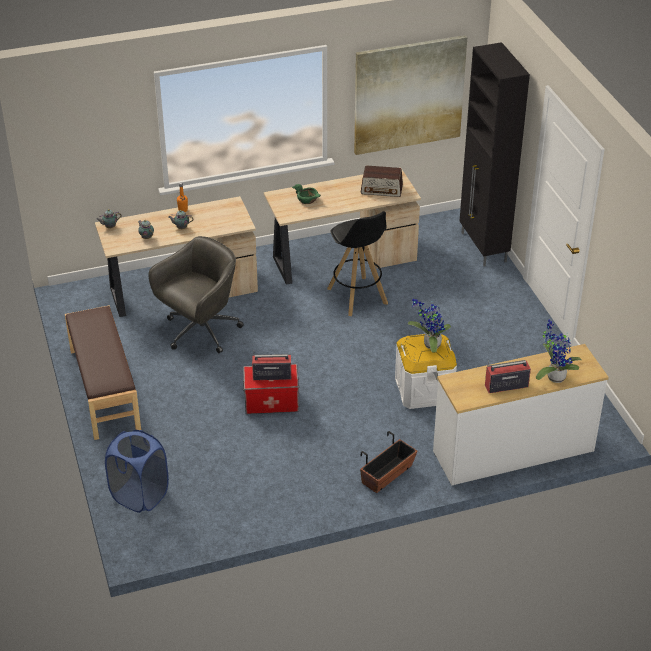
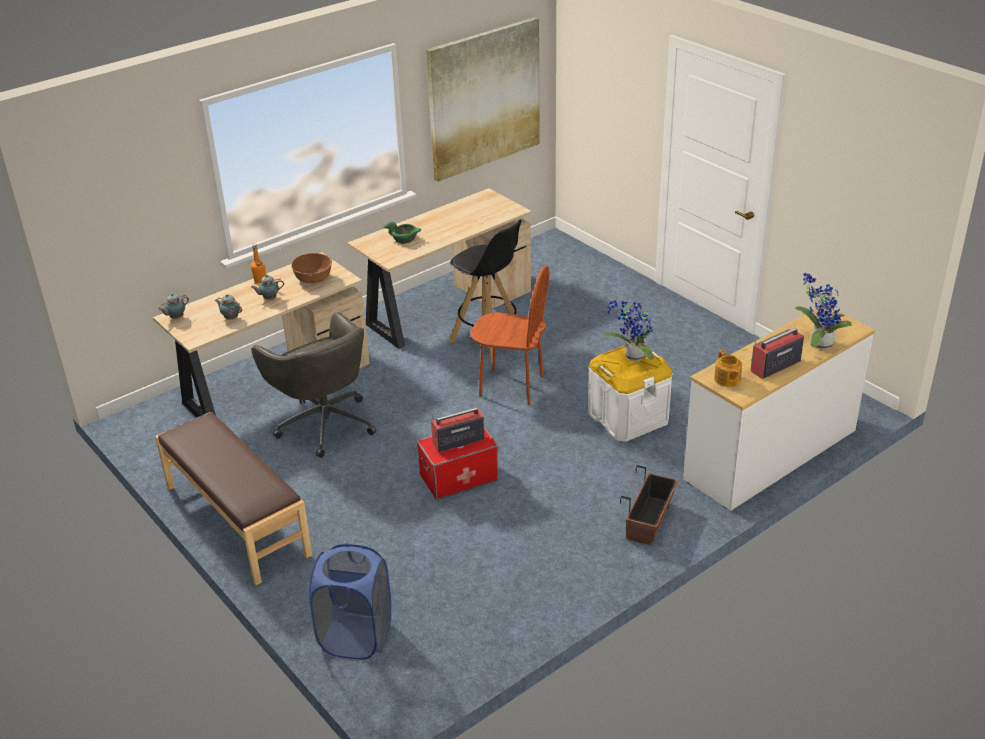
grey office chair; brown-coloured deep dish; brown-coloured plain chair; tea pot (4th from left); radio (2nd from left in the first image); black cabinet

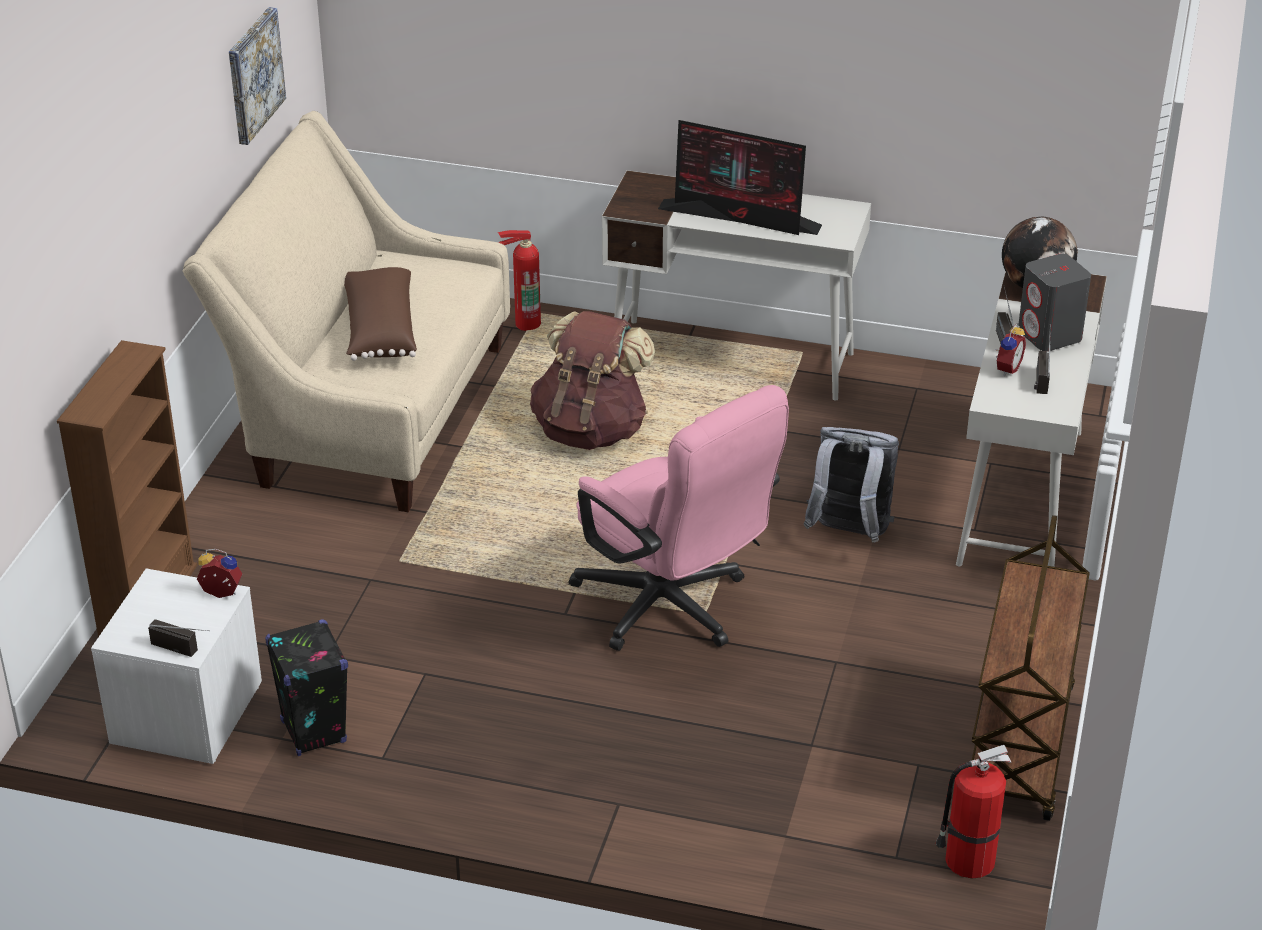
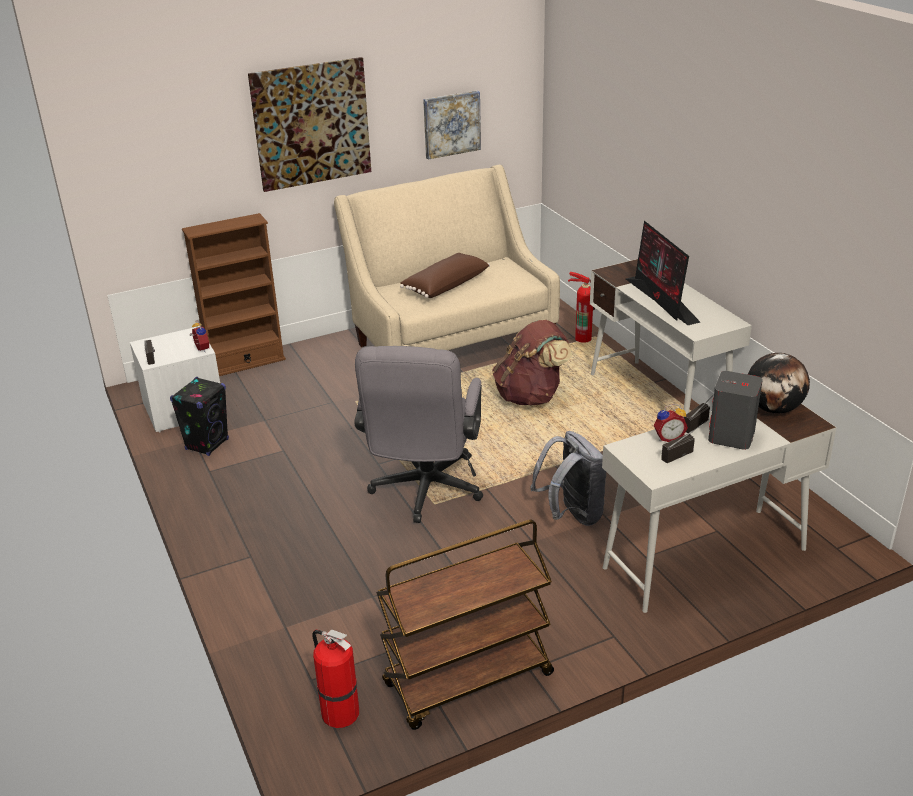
wall picture (1st from left); grey office chair

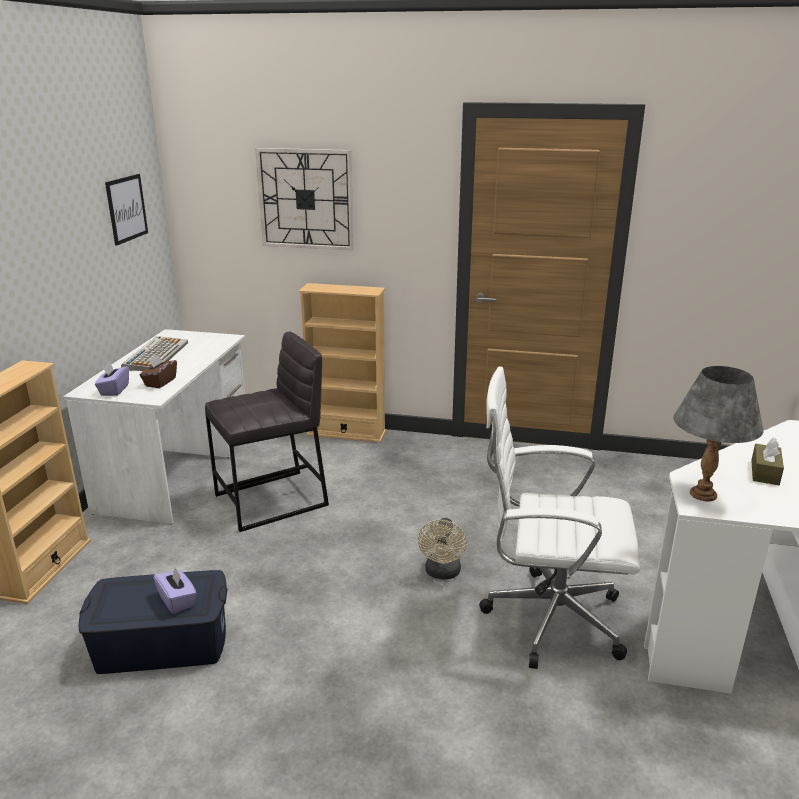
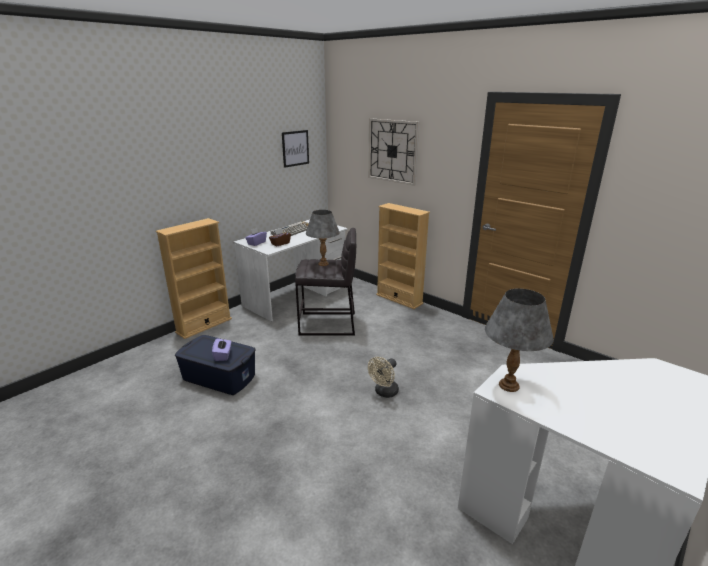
grey tabletop lamp (1st from left); white office chair; brown-coloured box of tissues (2nd from left in the first image)

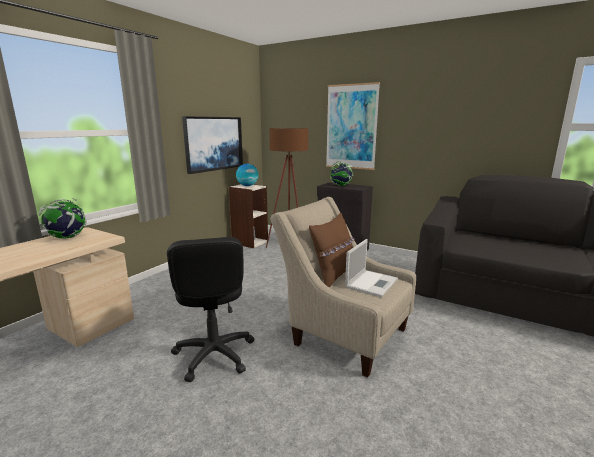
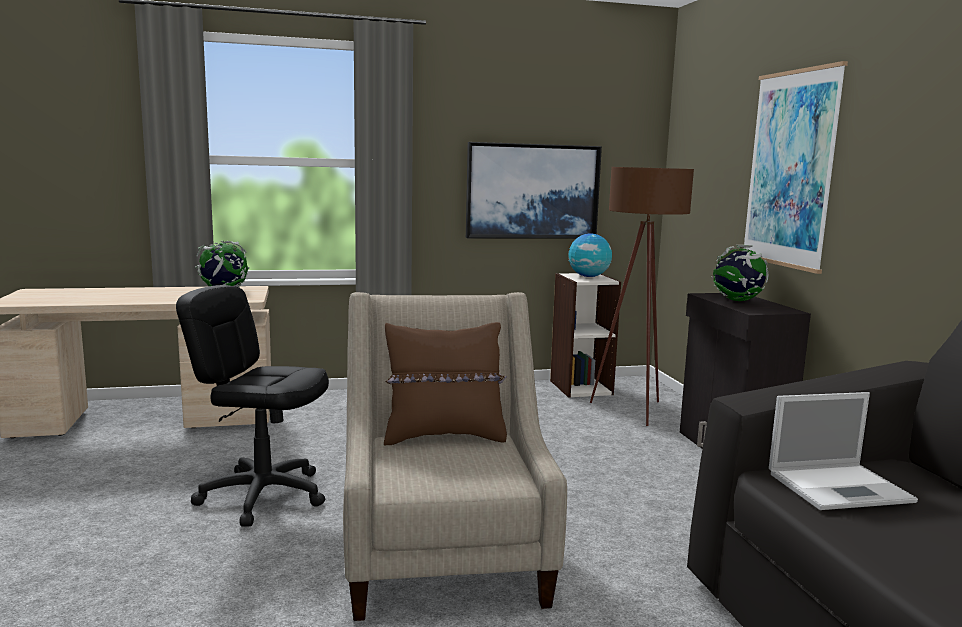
black office chair; laptop

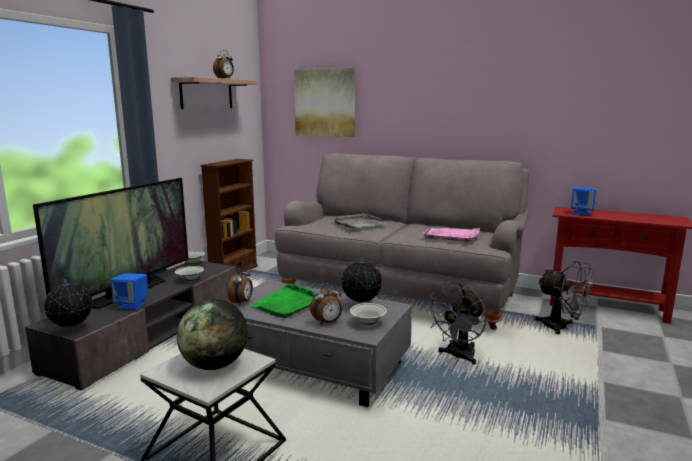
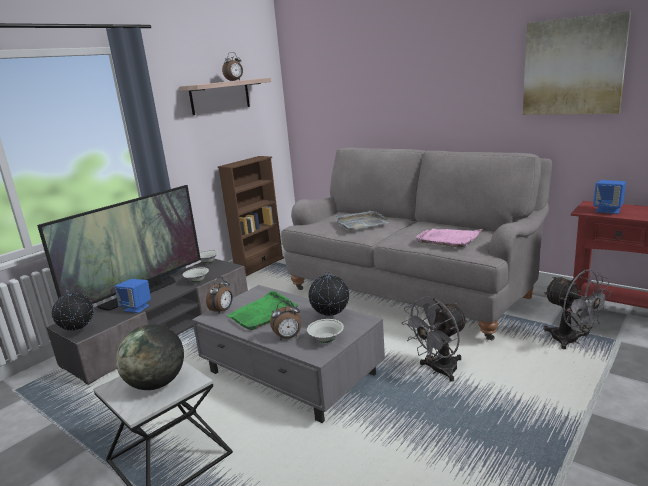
wall picture

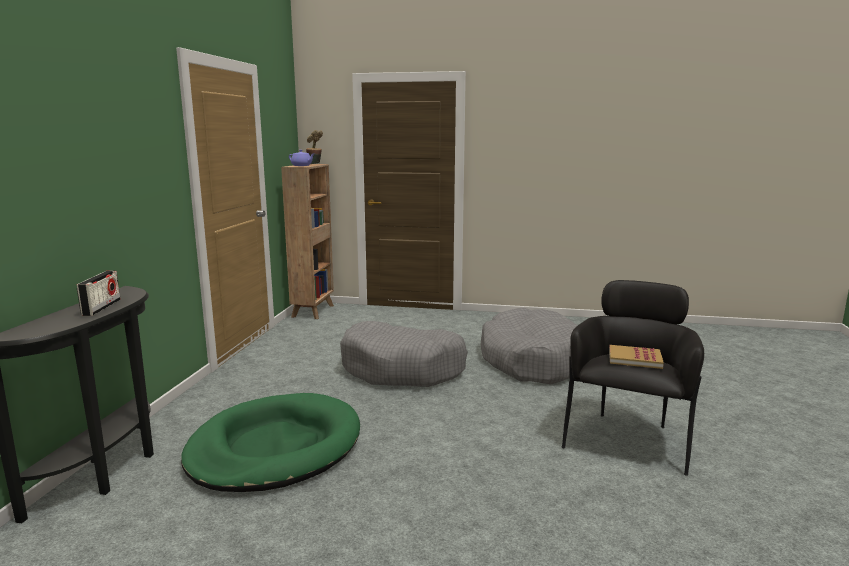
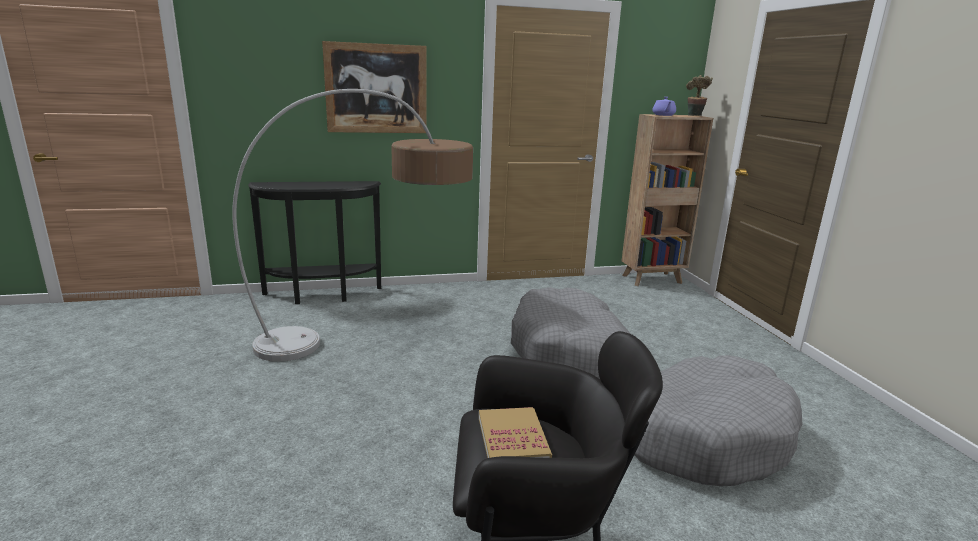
standard lamp; wall picture; radio

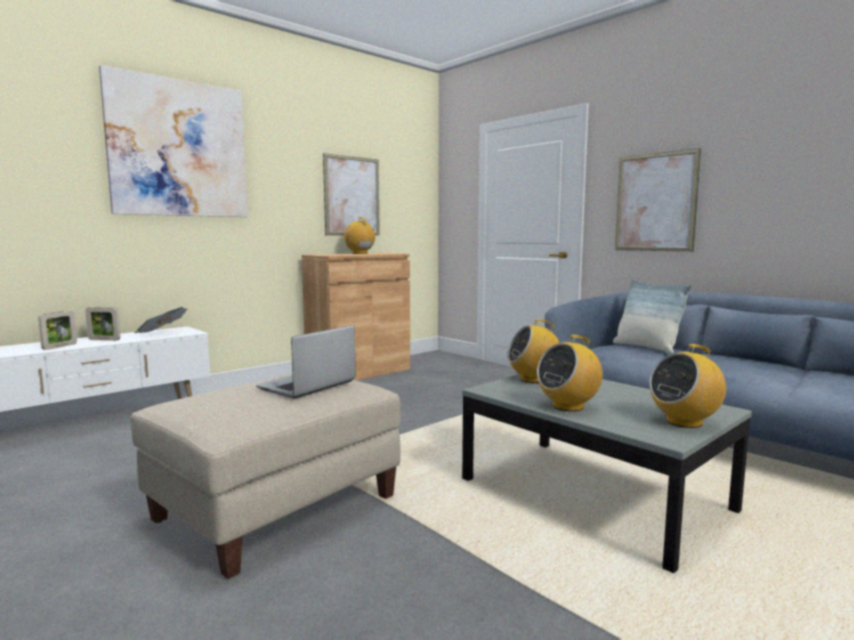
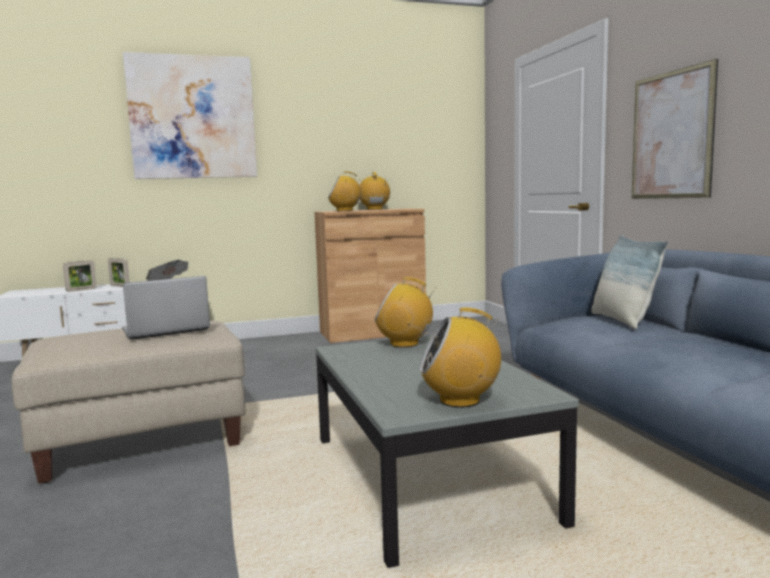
radio (1st from left); wall picture (2nd from left in the first image)

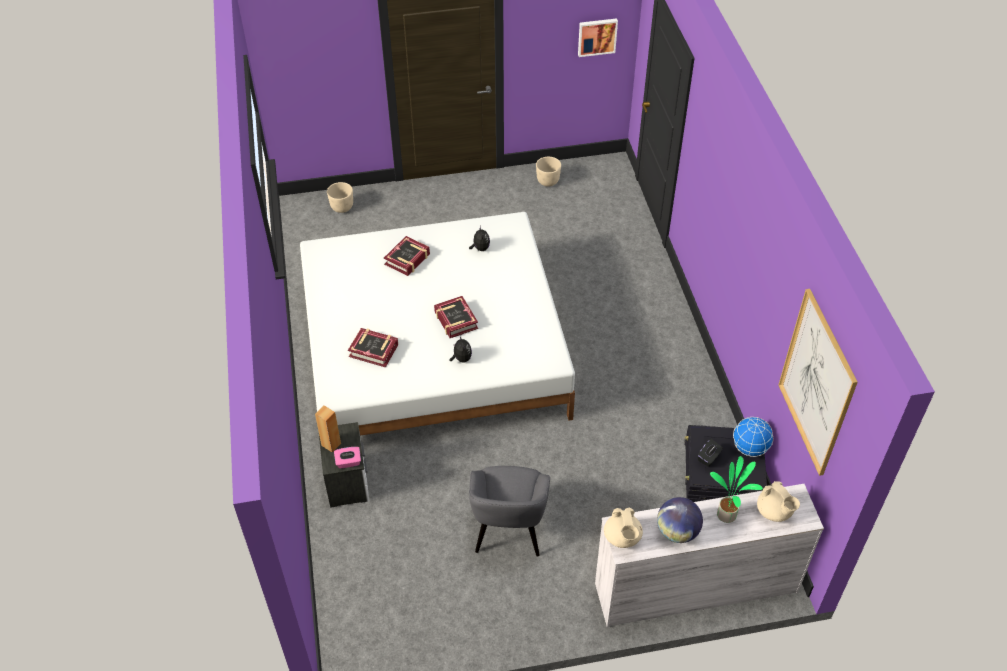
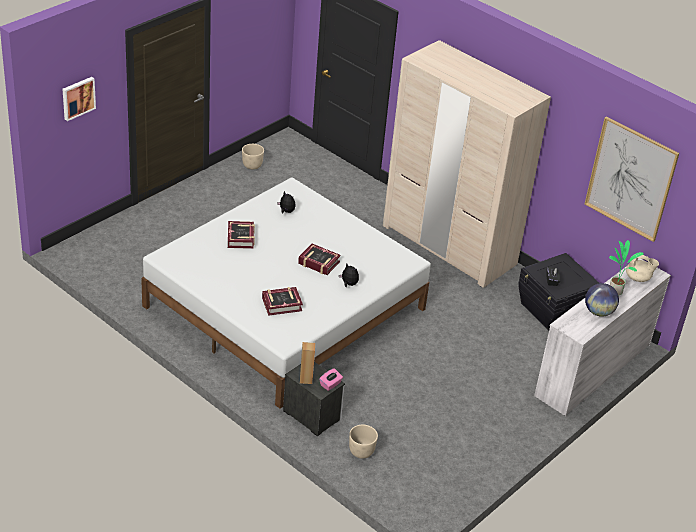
wall picture (1st from left); beige-coloured plant pot (2nd from left); beige-coloured armoire; grey lounge chair; beige-coloured tea pot (1st from left in the first image); globe (2nd from left in the first image)

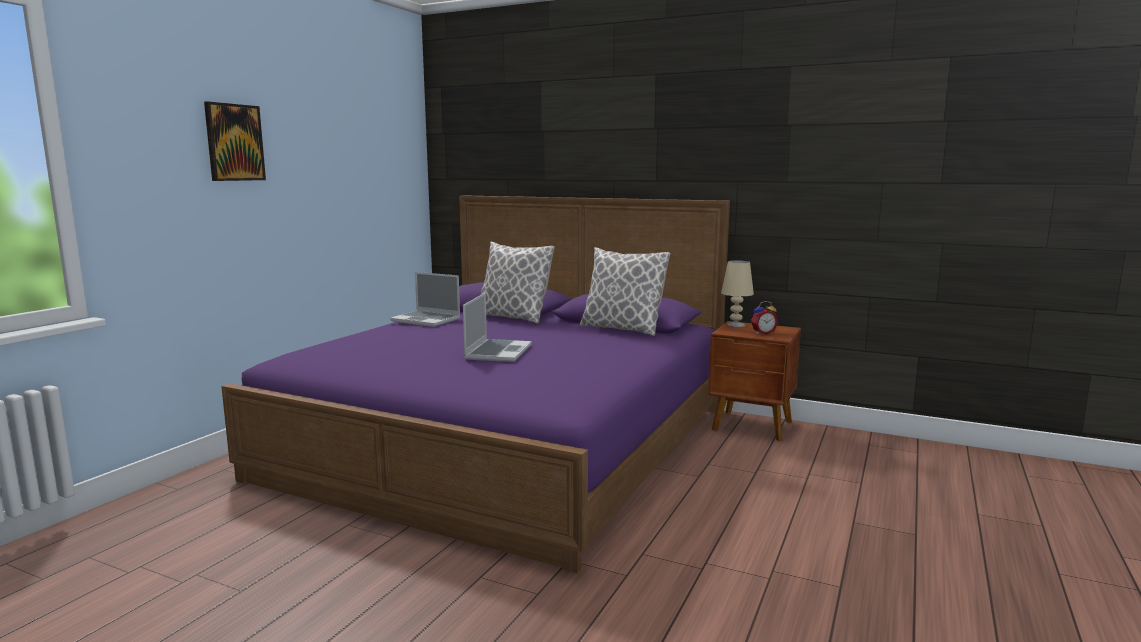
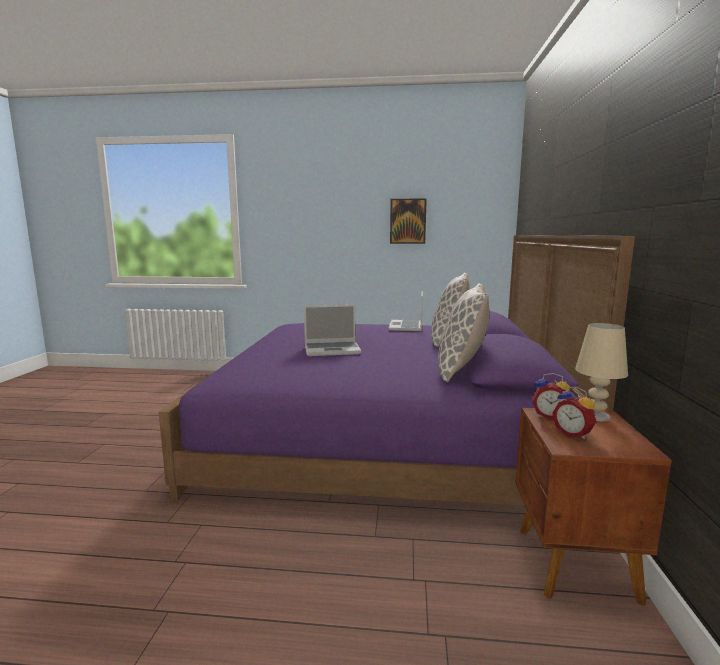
wall picture; table clock (1st from left)

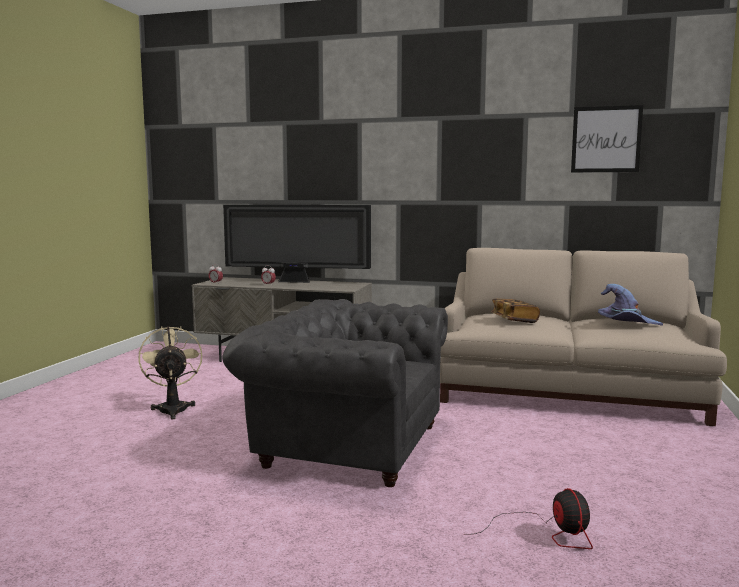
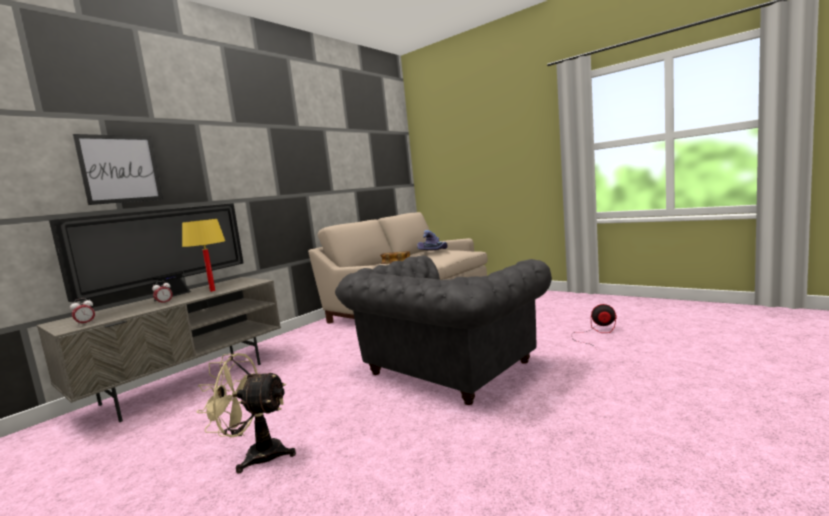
wall picture; yellowish tabletop lamp

